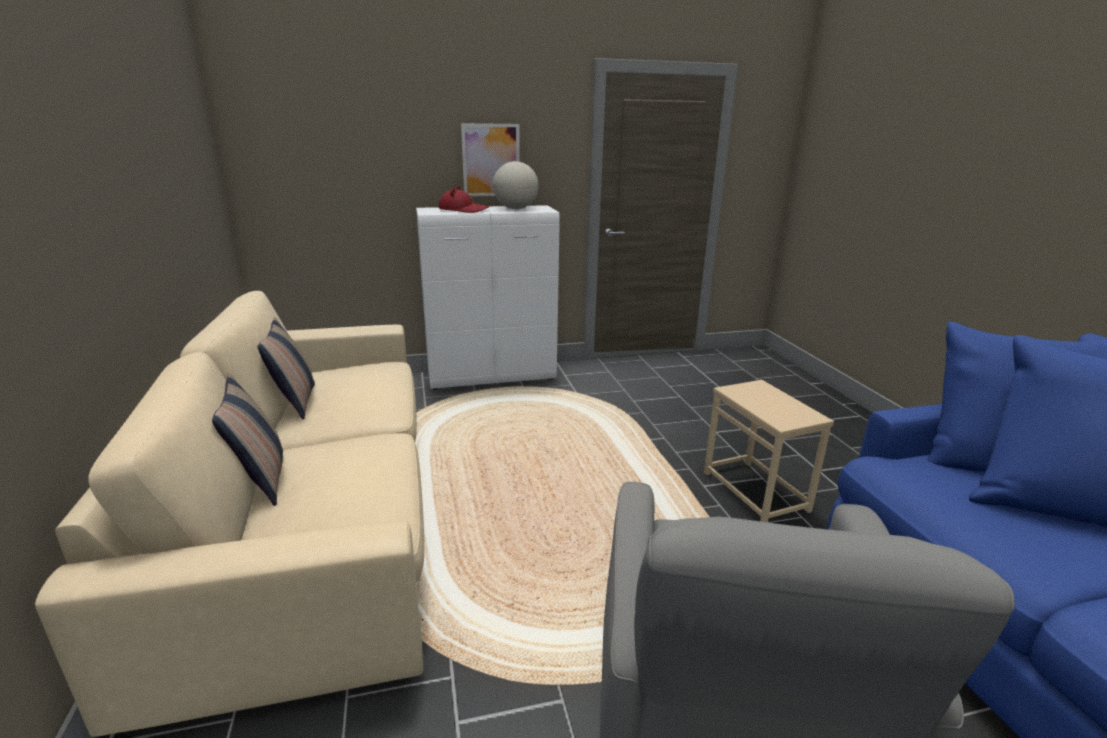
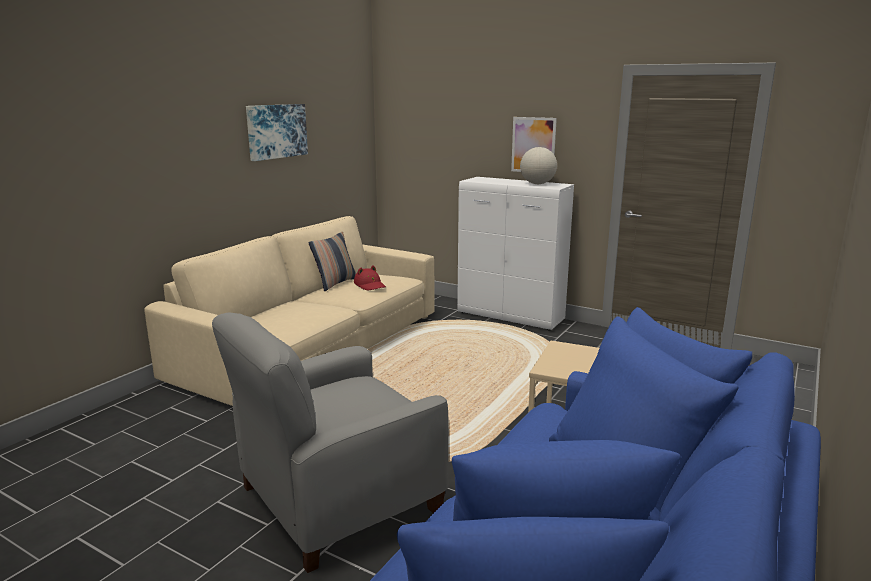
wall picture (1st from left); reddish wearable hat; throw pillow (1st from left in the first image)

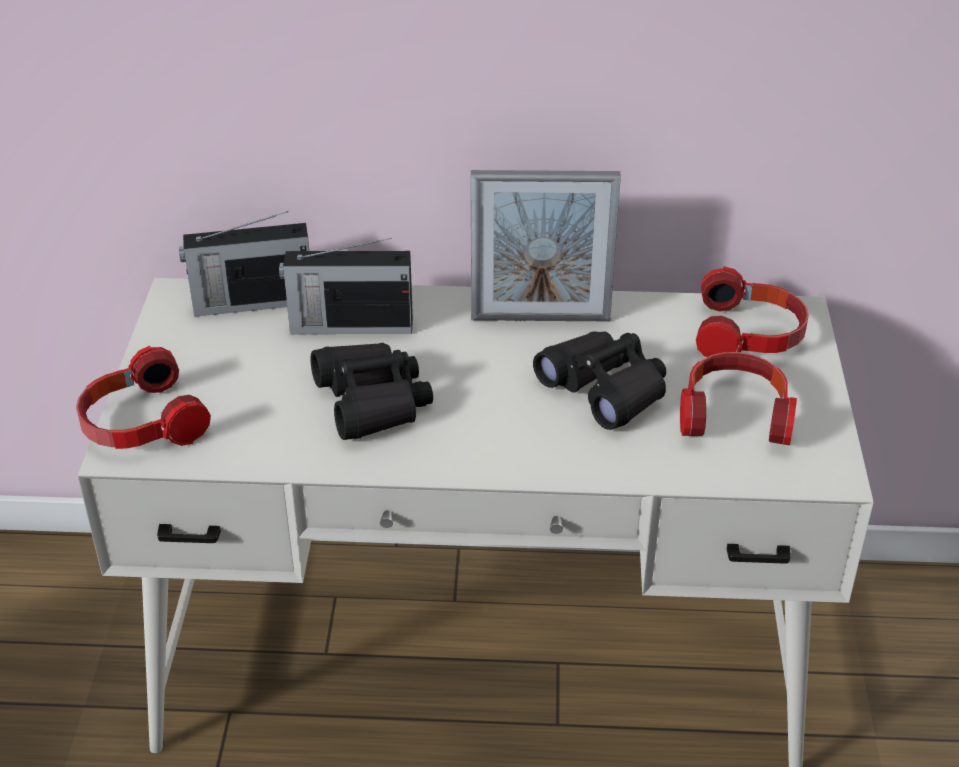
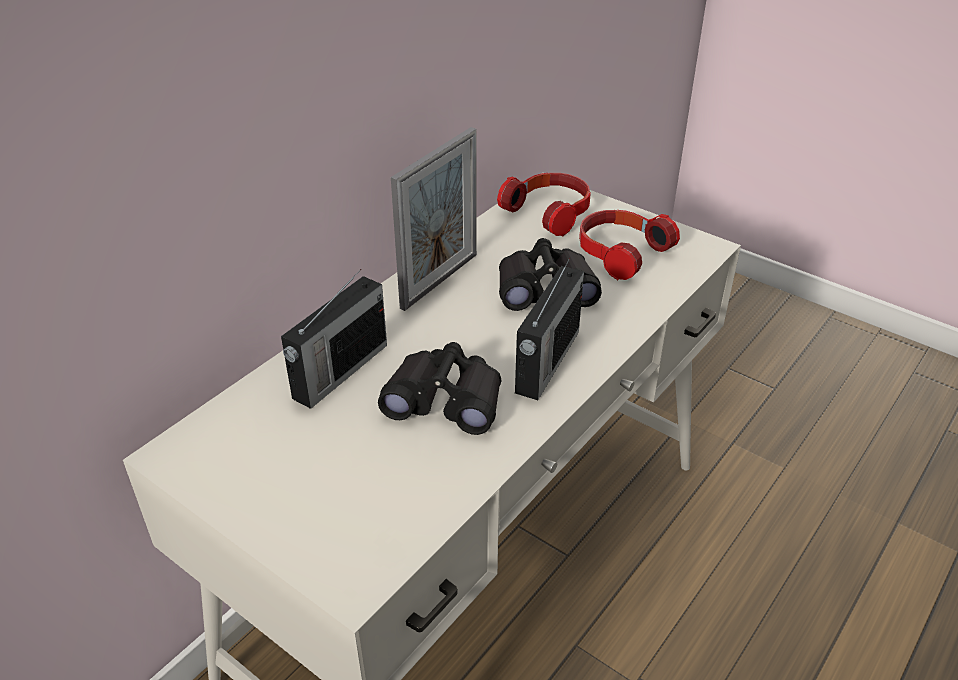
radio (2nd from left); headphones (1st from left in the first image)

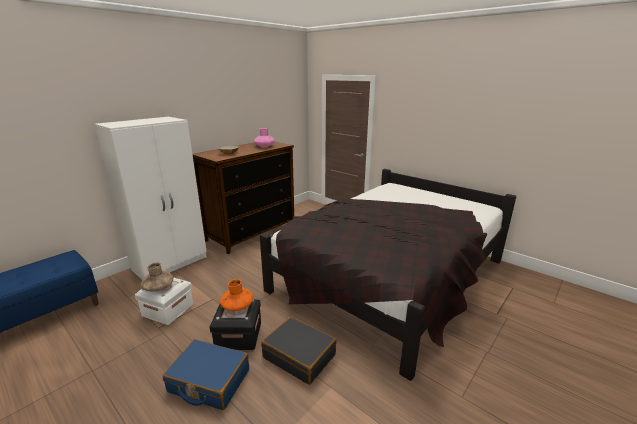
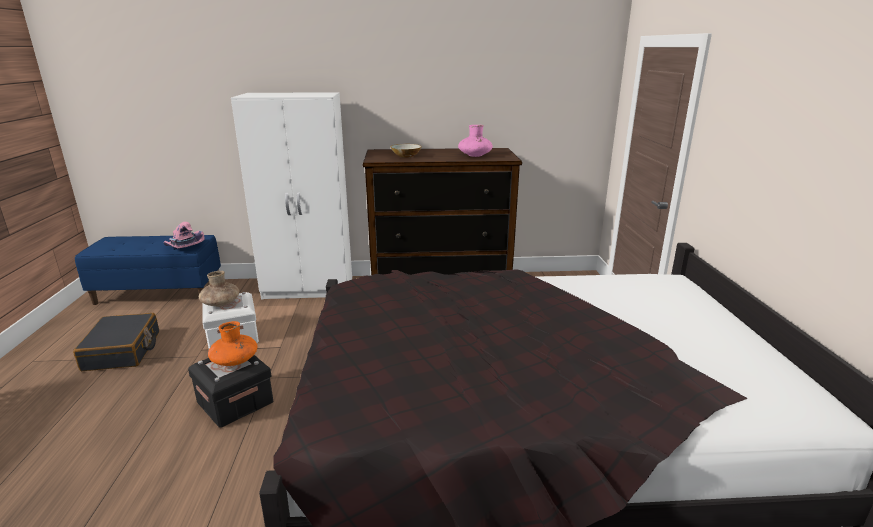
black travel case; pinkish wearable hat; bluish travel case

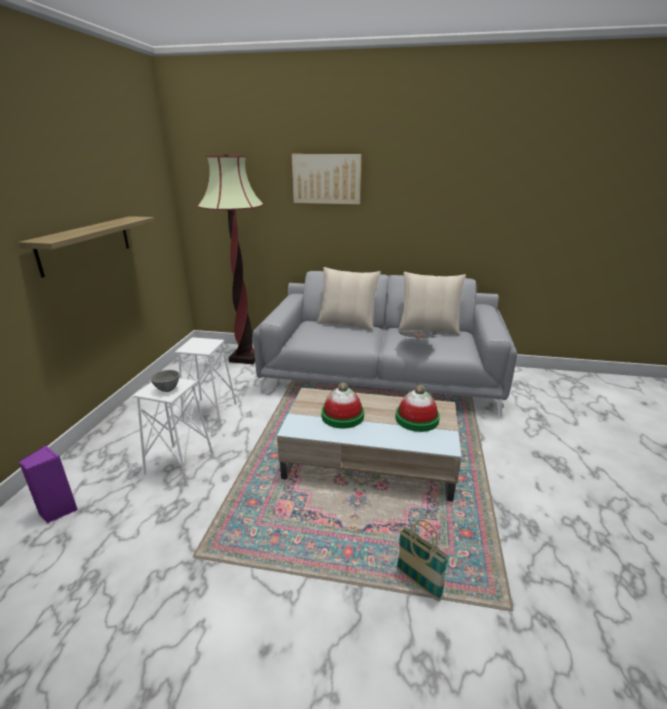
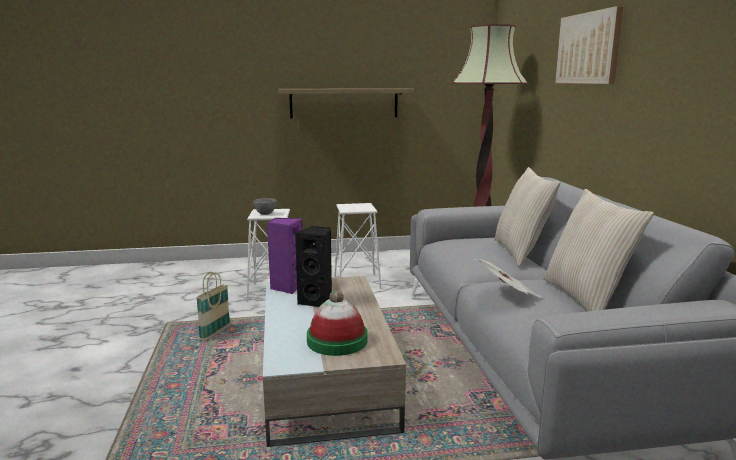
storage basket; purple audio speaker; black audio speaker

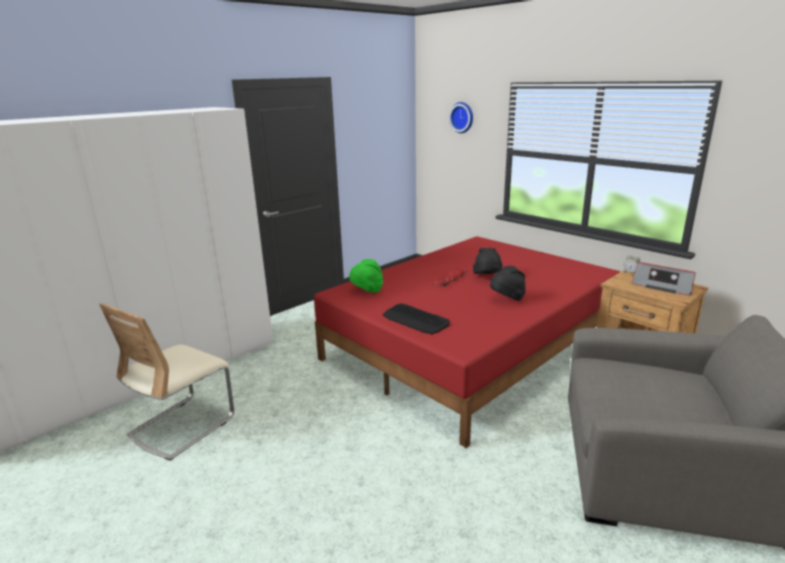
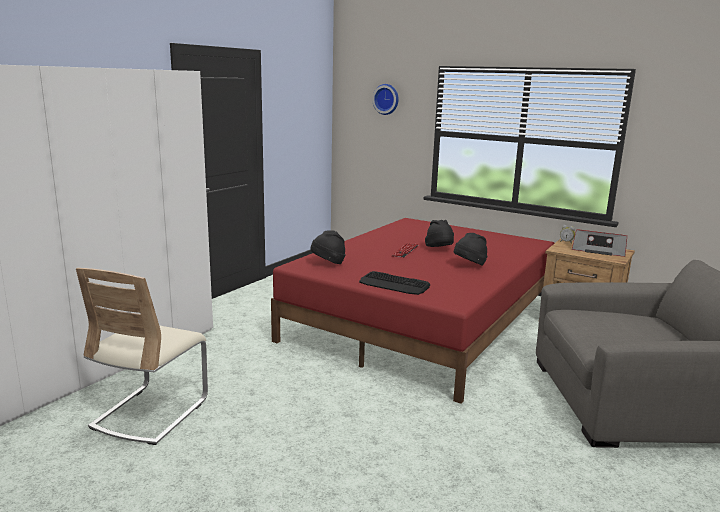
black wearable hat (1st from left)

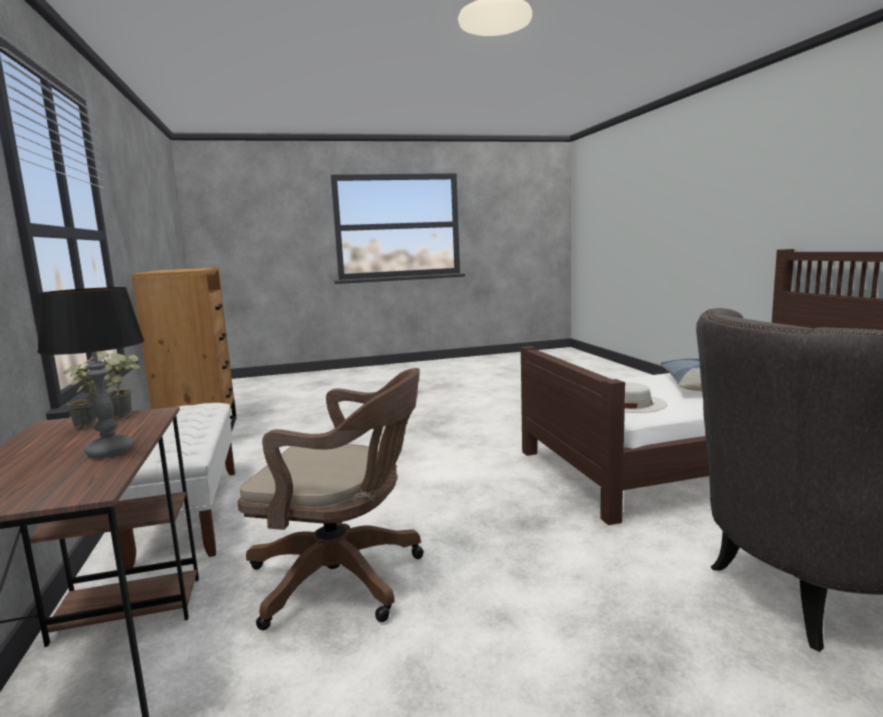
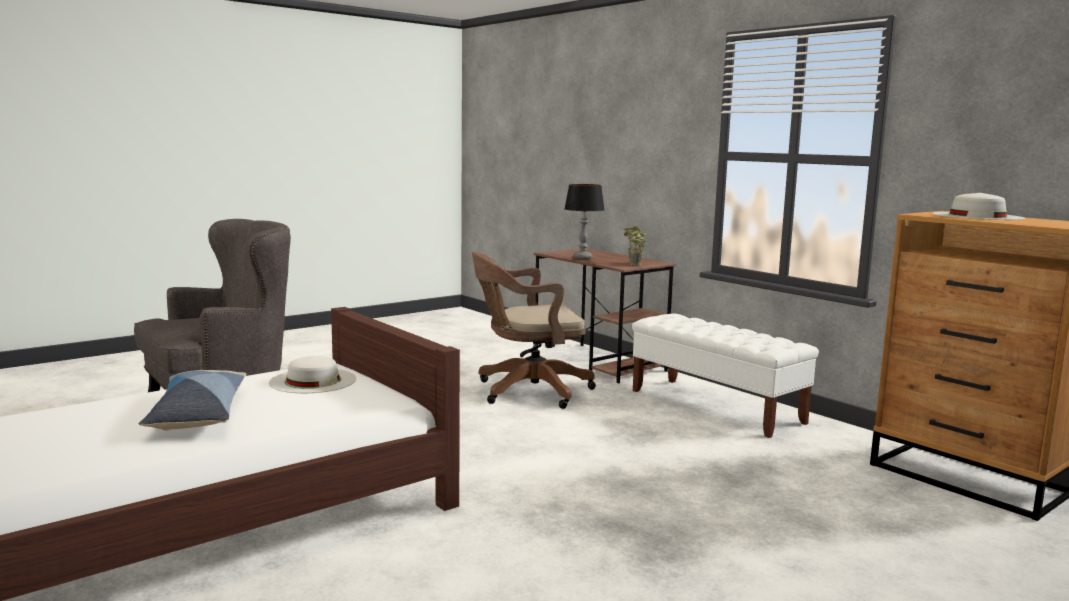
white wearable hat (2nd from left)

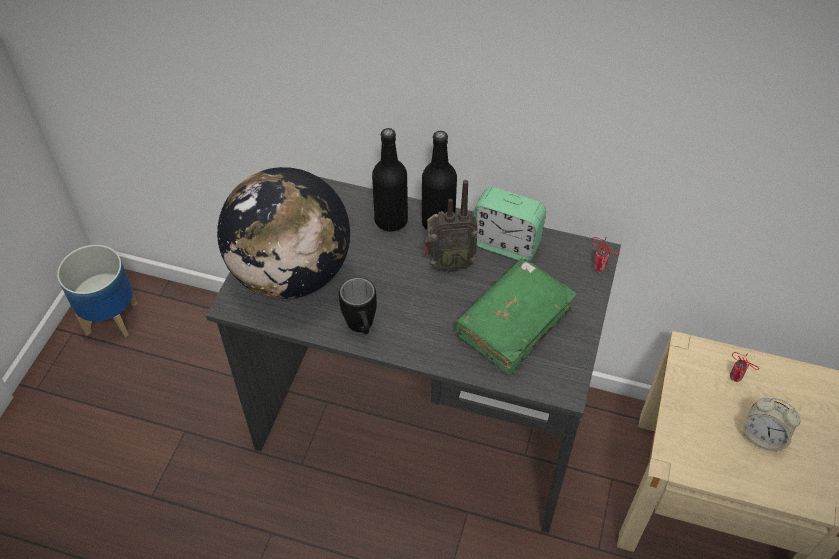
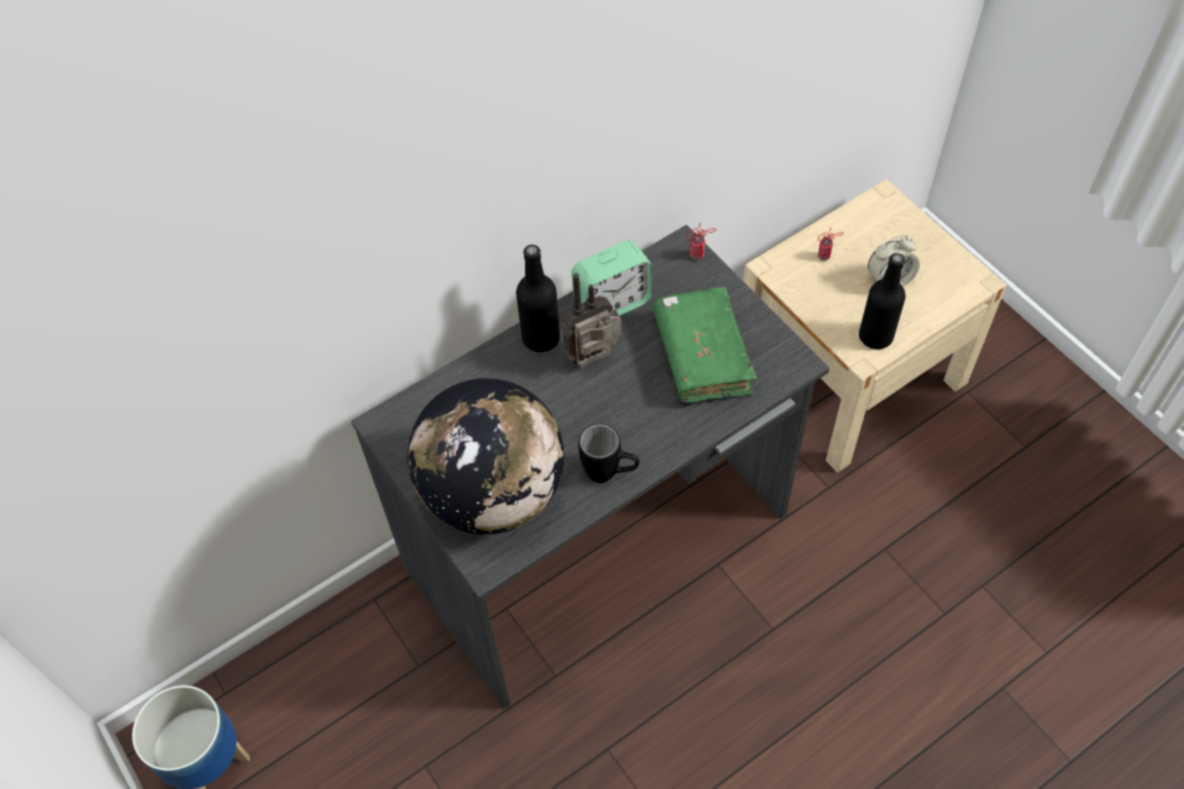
radio; black bottle (2nd from left)

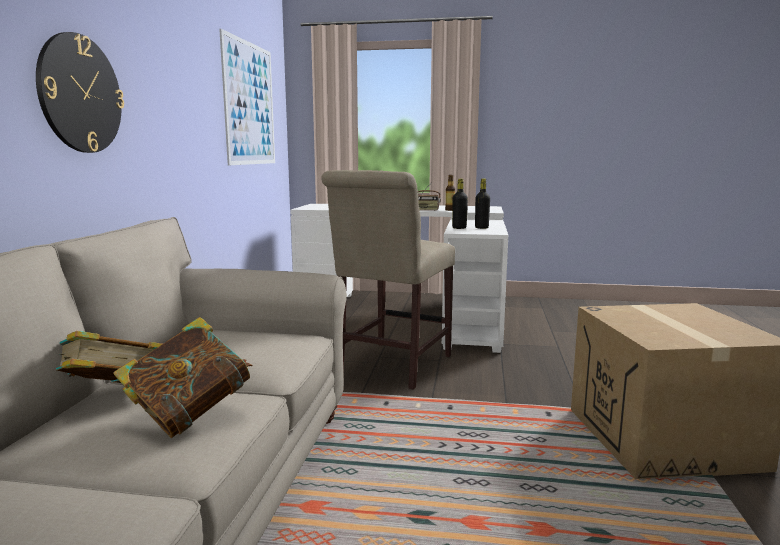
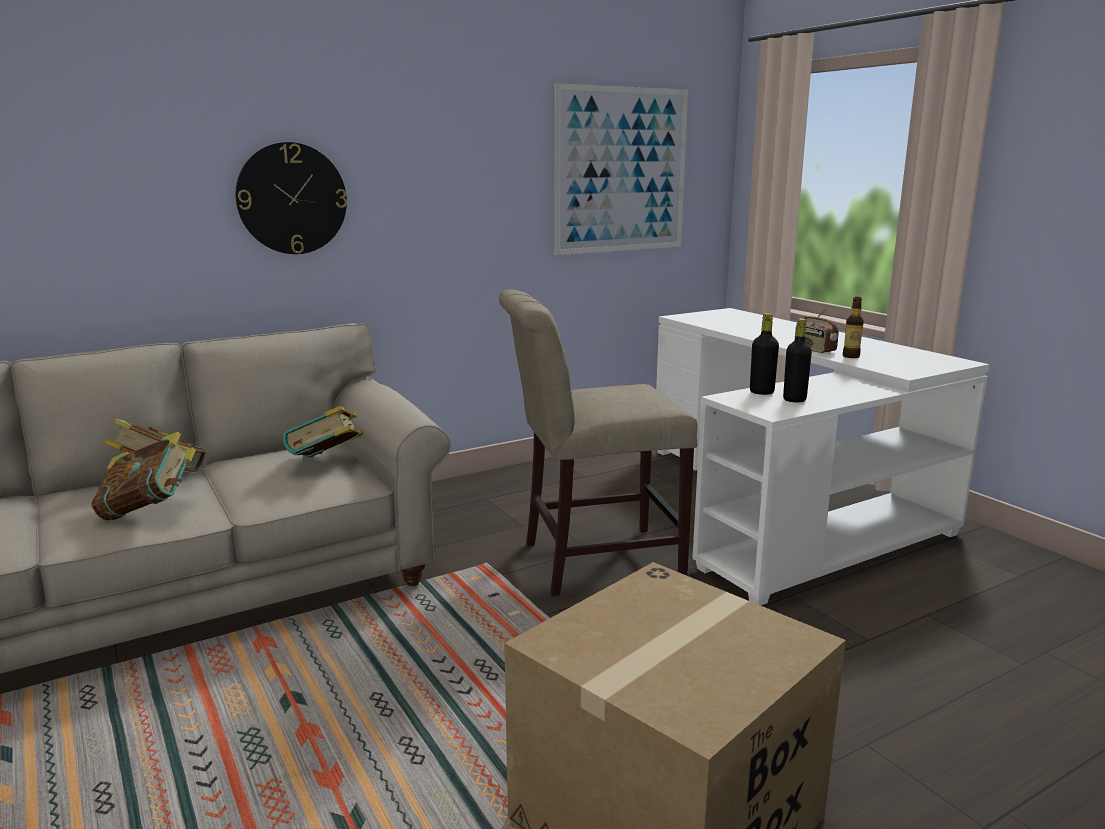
bound book (3rd from left)

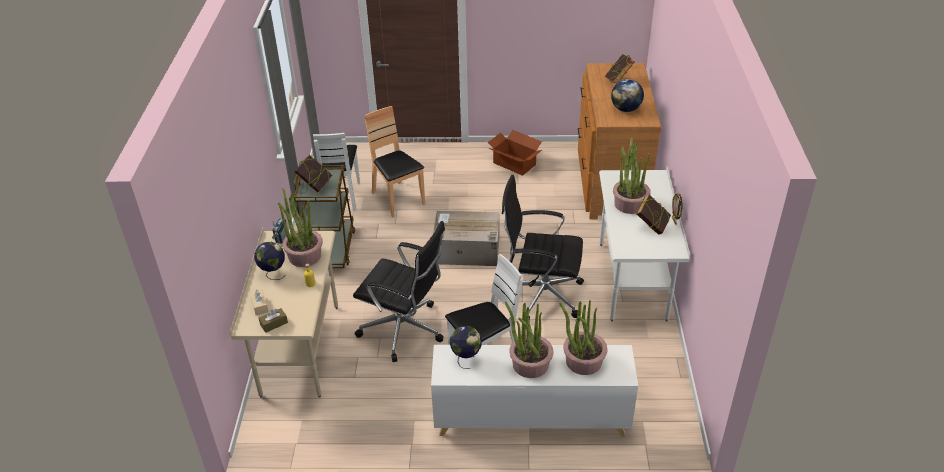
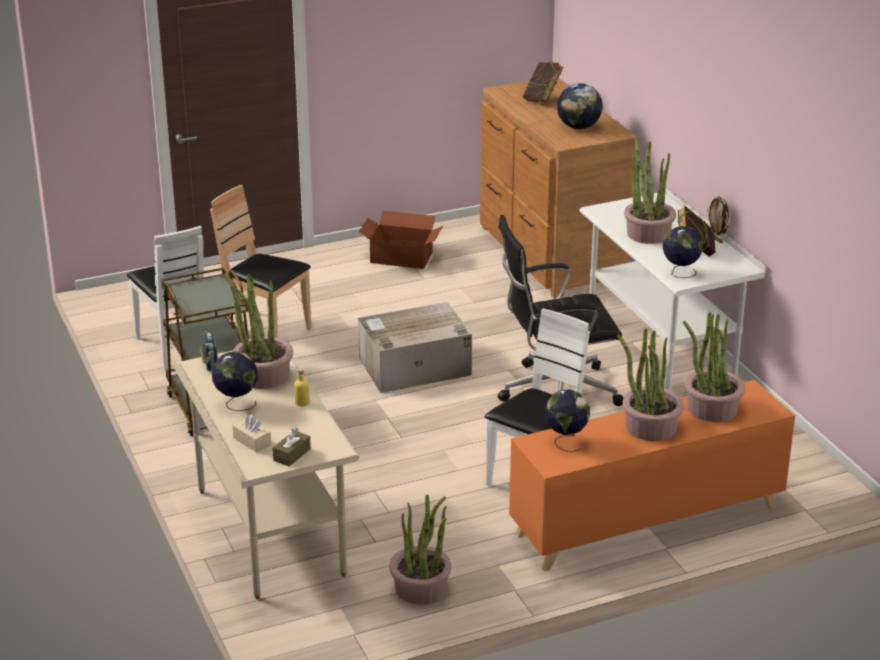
plant in a pot (2nd from left); orange cabinet; globe (4th from left); bound book (1st from left in the first image); black office chair (1st from left in the first image)

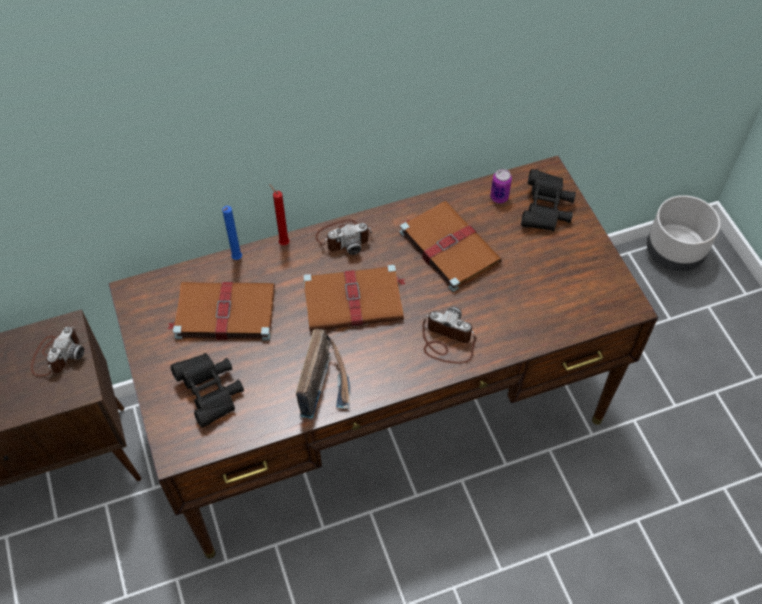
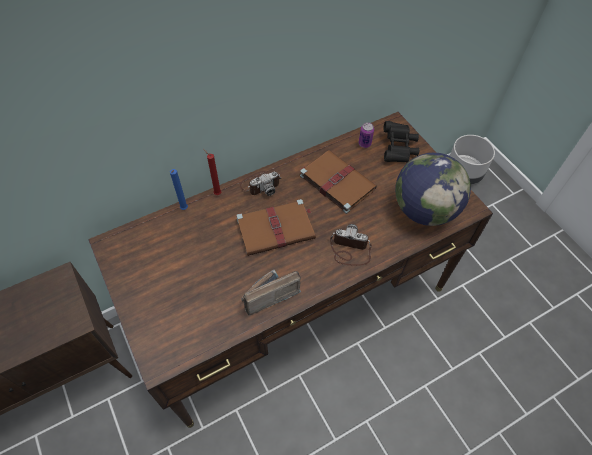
radio; globe; still camera (1st from left in the first image); brown-coloured bound book (1st from left in the first image); black binoculars (1st from left in the first image)

